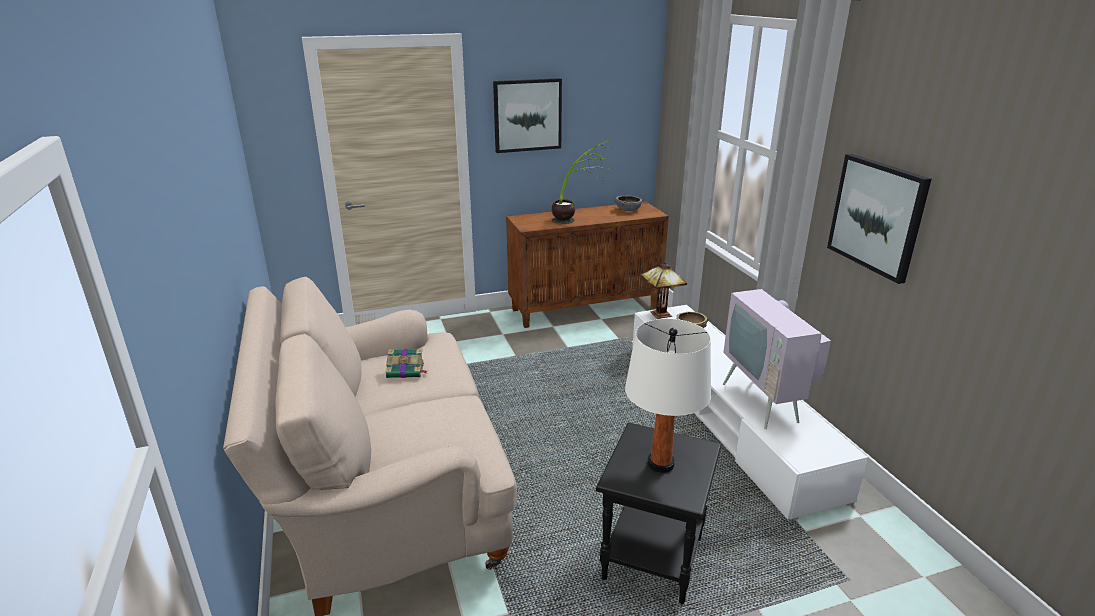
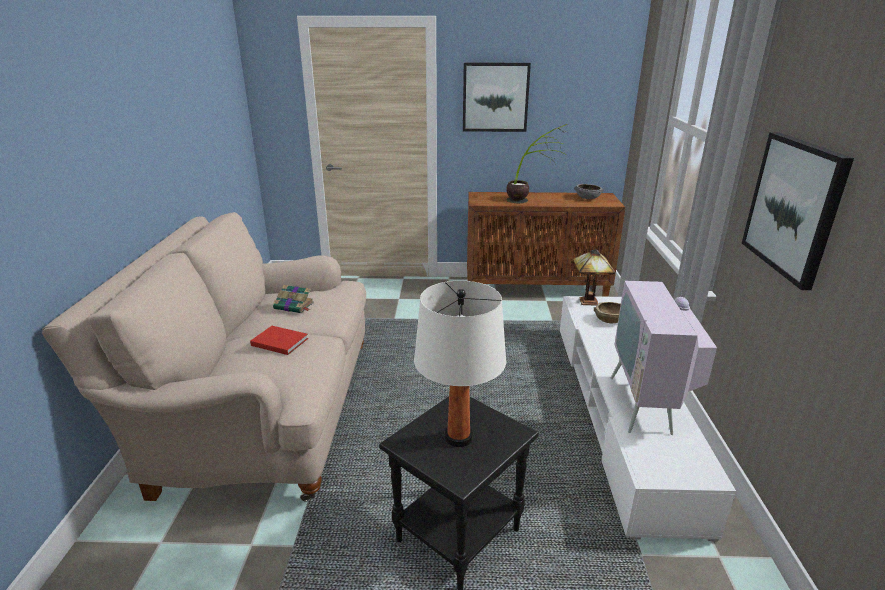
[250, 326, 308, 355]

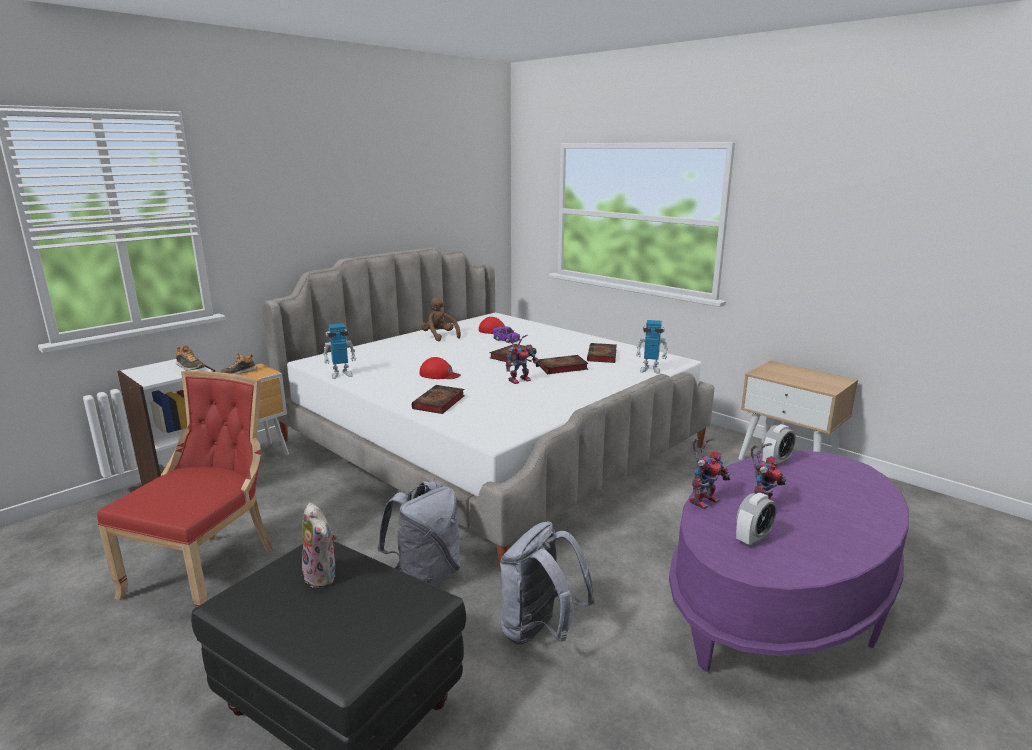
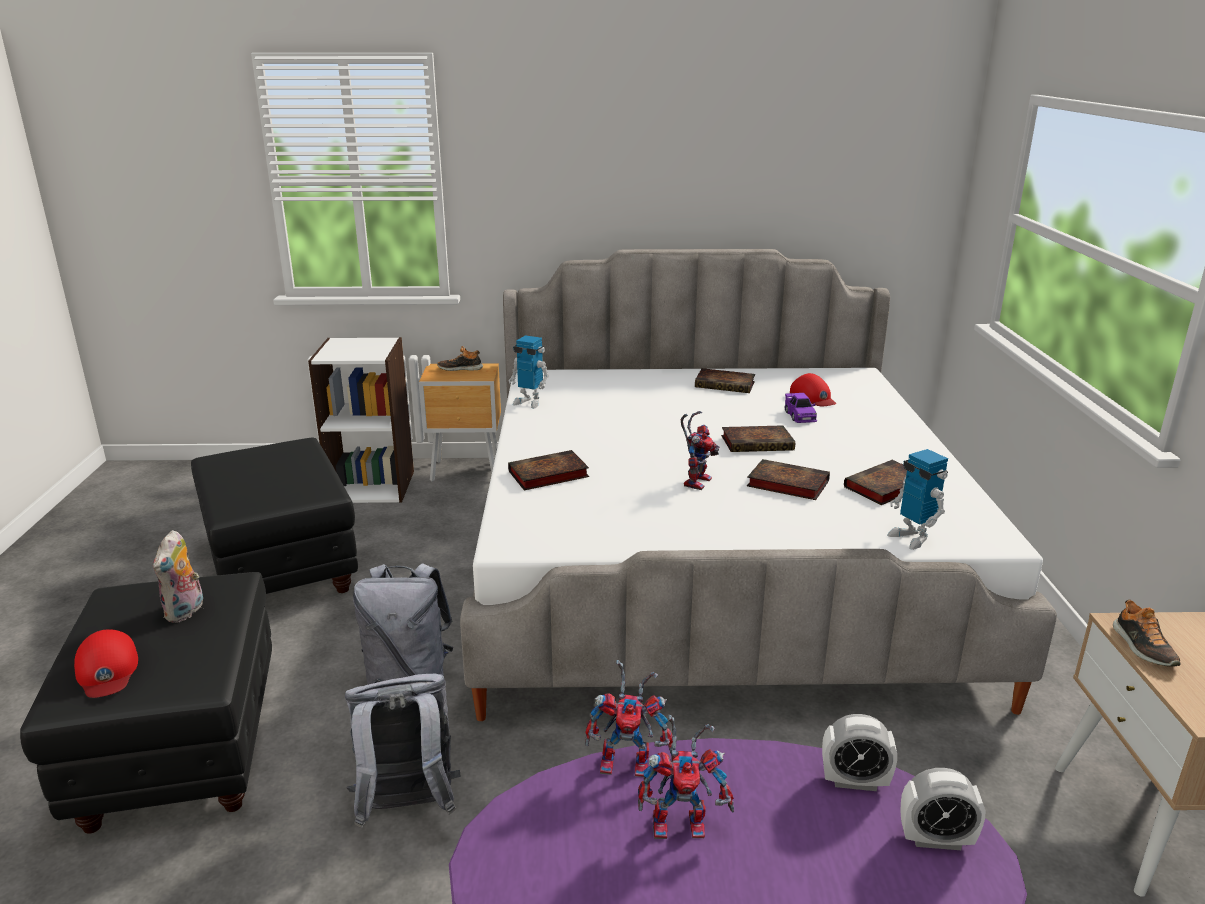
[74, 629, 138, 698]
[191, 437, 358, 594]
[681, 411, 719, 490]
[695, 368, 755, 393]
[900, 768, 985, 850]
[1113, 599, 1181, 667]

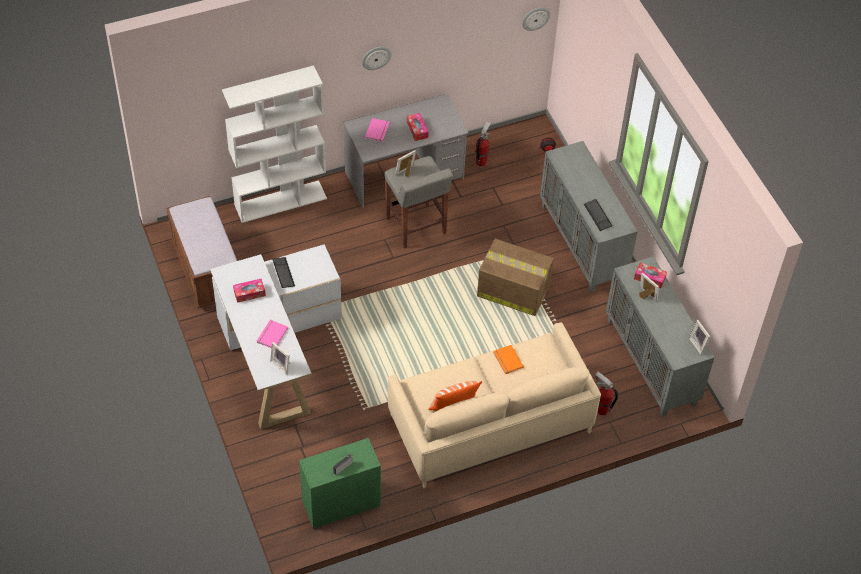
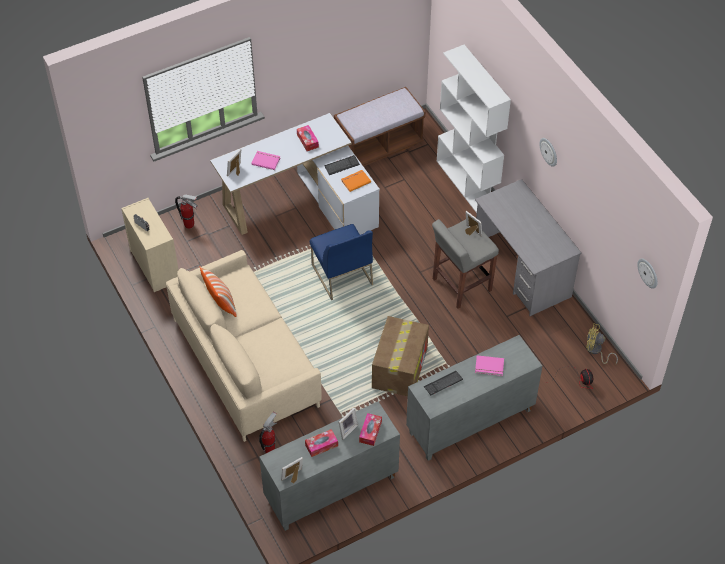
[121, 198, 178, 292]
[175, 195, 198, 229]
[305, 429, 338, 457]
[310, 224, 373, 300]
[341, 170, 371, 192]
[475, 355, 504, 376]
[586, 323, 618, 365]

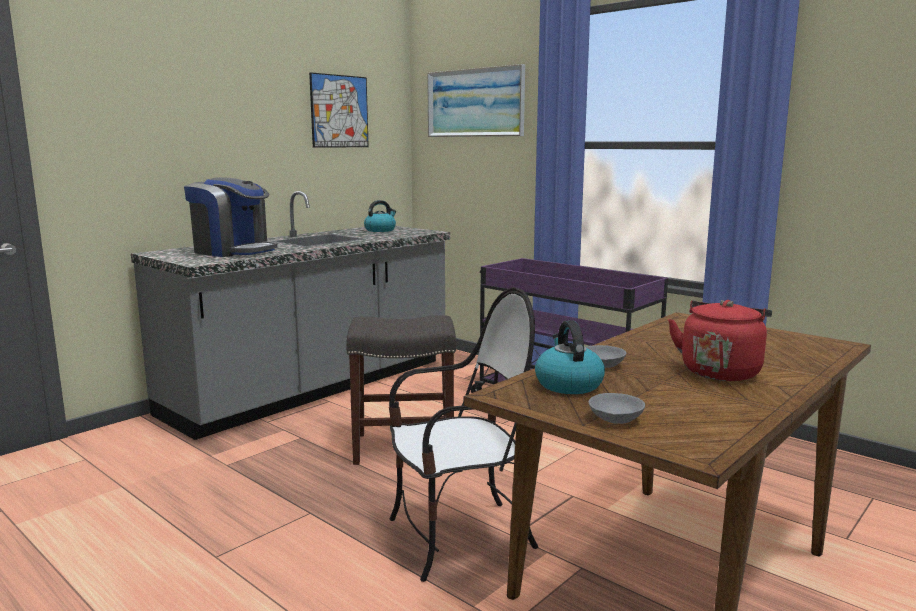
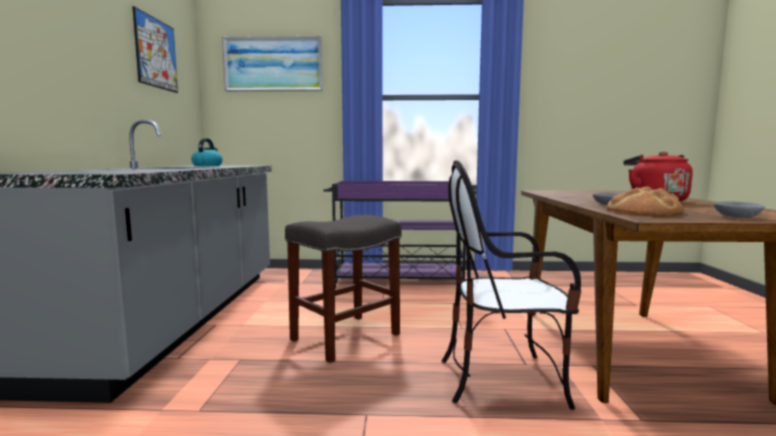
[442, 160, 581, 410]
[606, 186, 684, 215]
[184, 177, 277, 257] (first image)

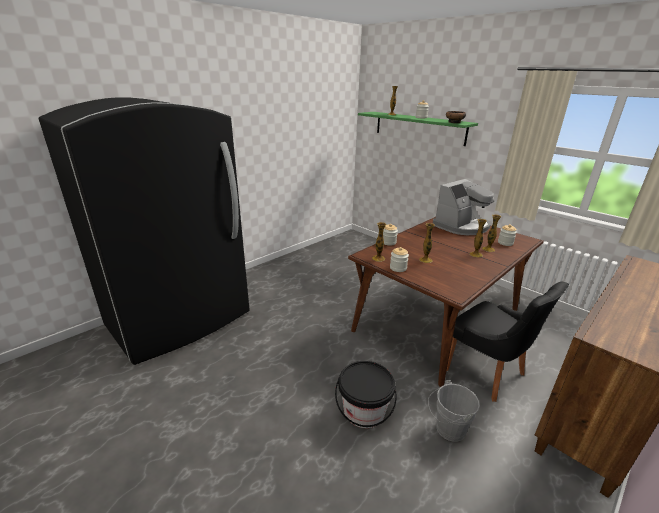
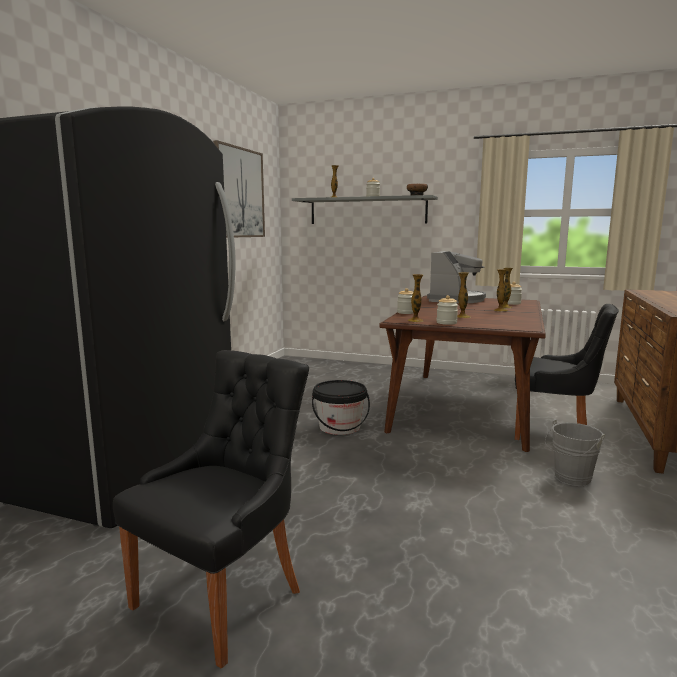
[113, 350, 309, 668]
[213, 140, 265, 238]
[292, 195, 438, 224]
[312, 380, 370, 435]

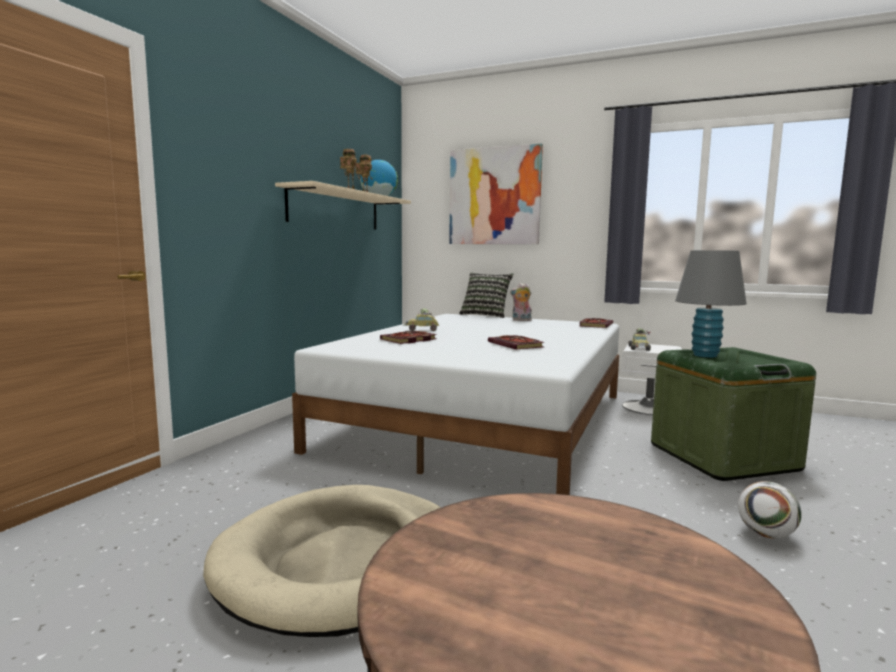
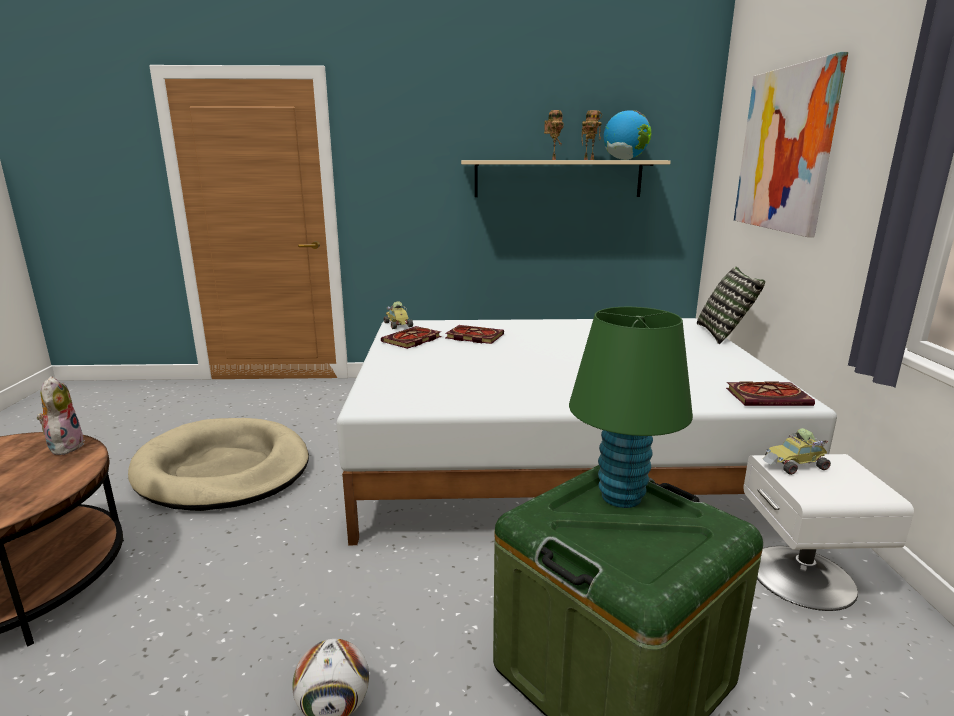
[37, 376, 85, 455]
[381, 326, 442, 349]
[384, 301, 413, 329]
[569, 307, 693, 508]

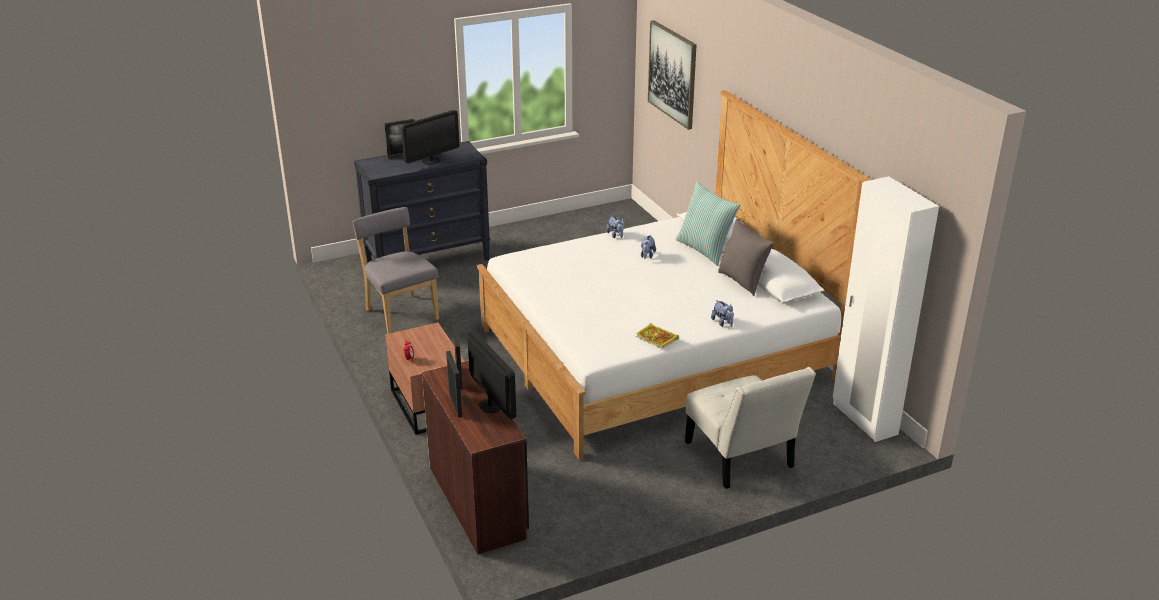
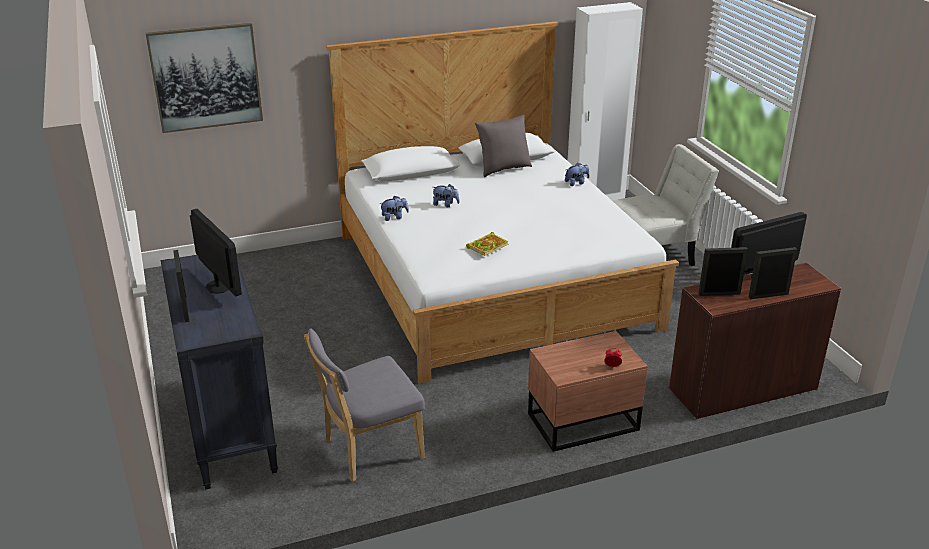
[466, 232, 509, 256]
[676, 182, 740, 266] (first image)

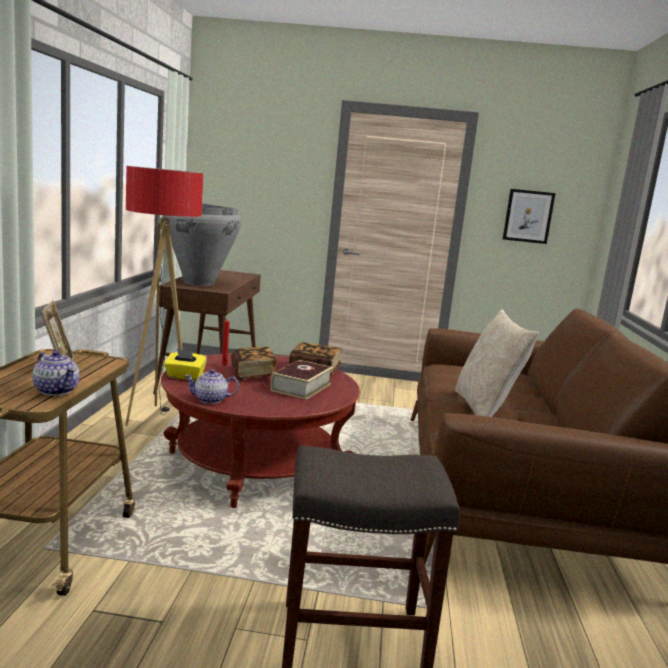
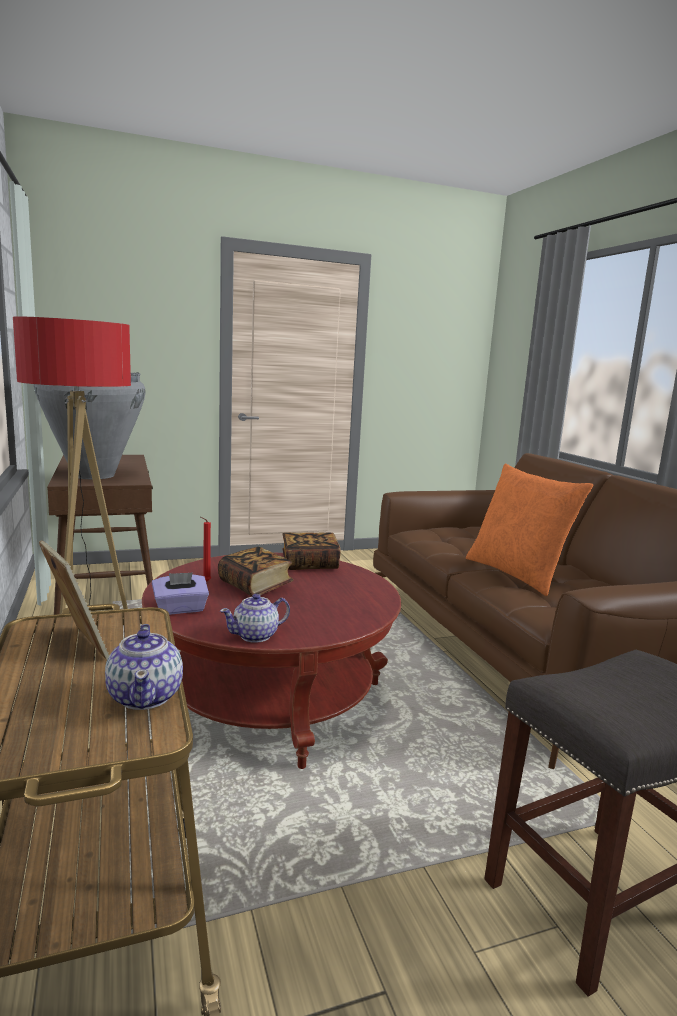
[105, 624, 183, 710]
[152, 572, 209, 615]
[466, 464, 593, 596]
[270, 360, 333, 400] (first image)
[503, 189, 556, 244] (first image)

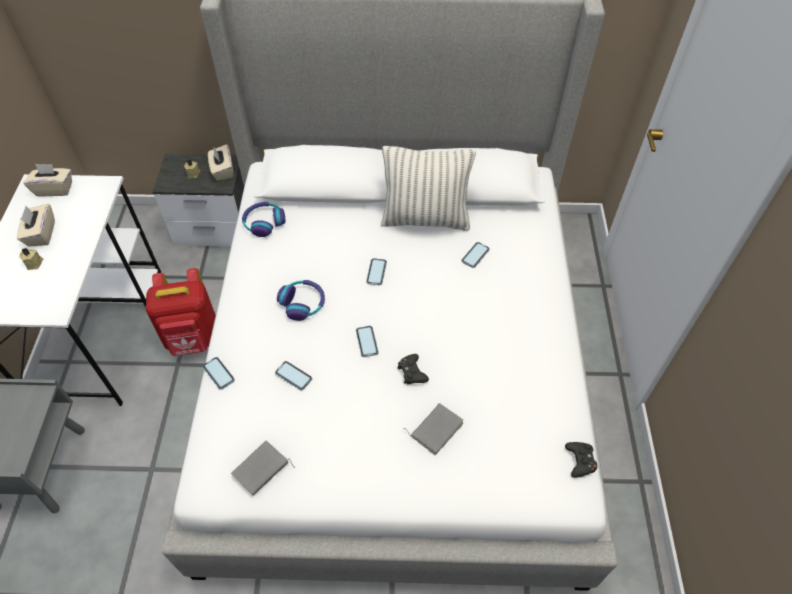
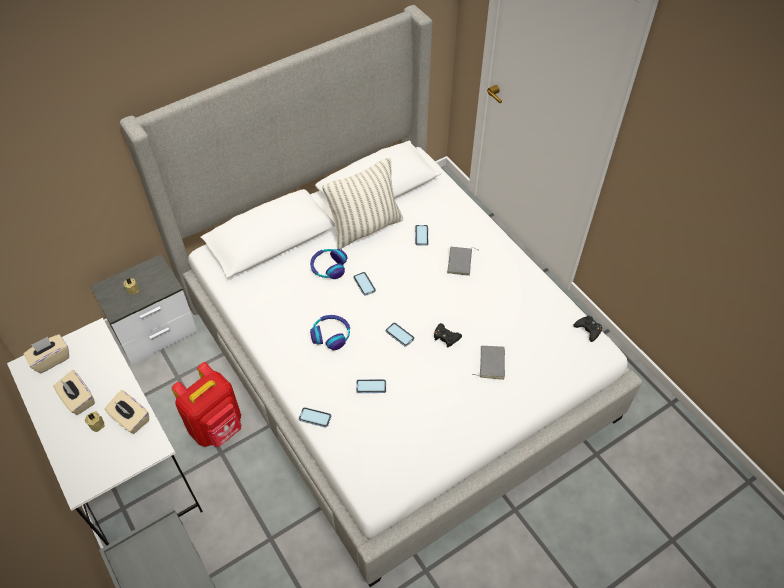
[105, 390, 149, 434]
[310, 249, 348, 279]
[447, 247, 478, 276]

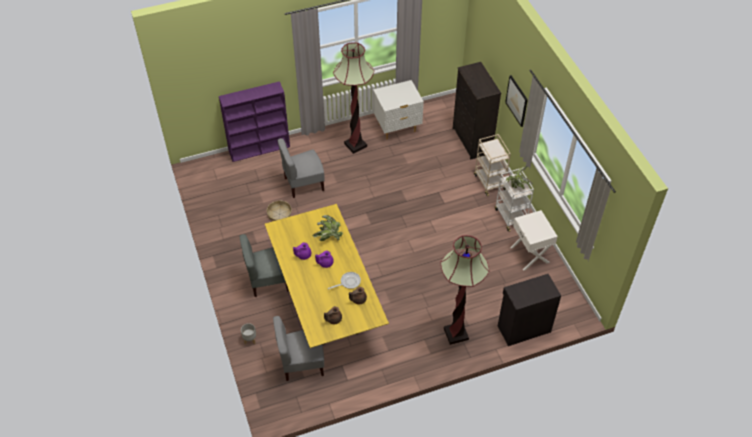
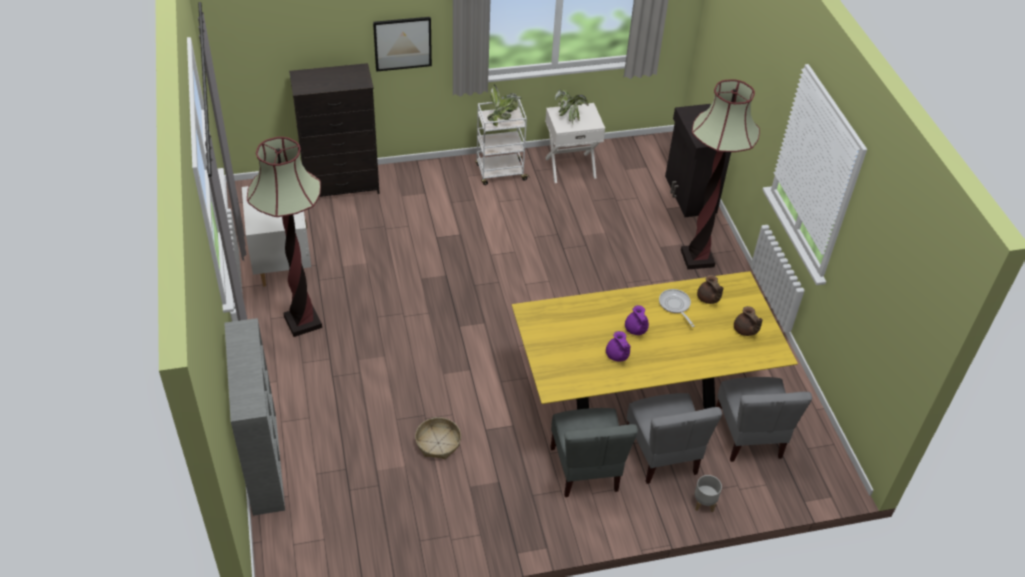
[224, 318, 285, 516]
[555, 90, 589, 124]
[627, 393, 722, 484]
[474, 134, 511, 196] (first image)

